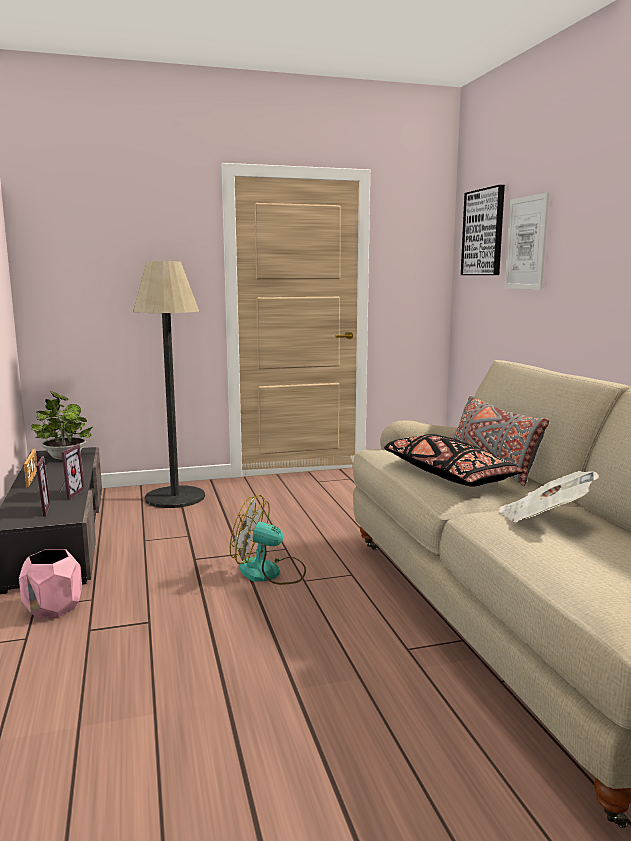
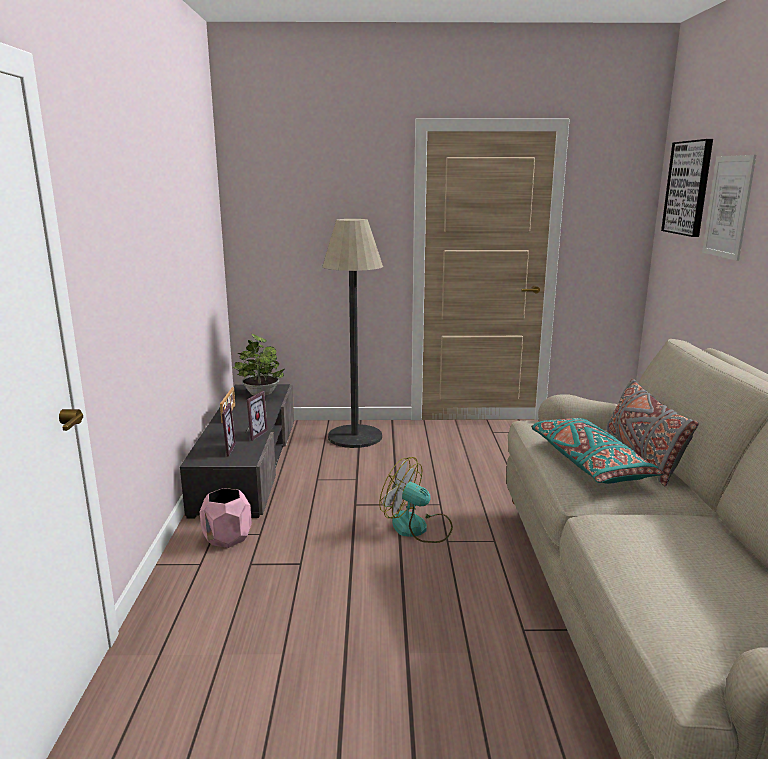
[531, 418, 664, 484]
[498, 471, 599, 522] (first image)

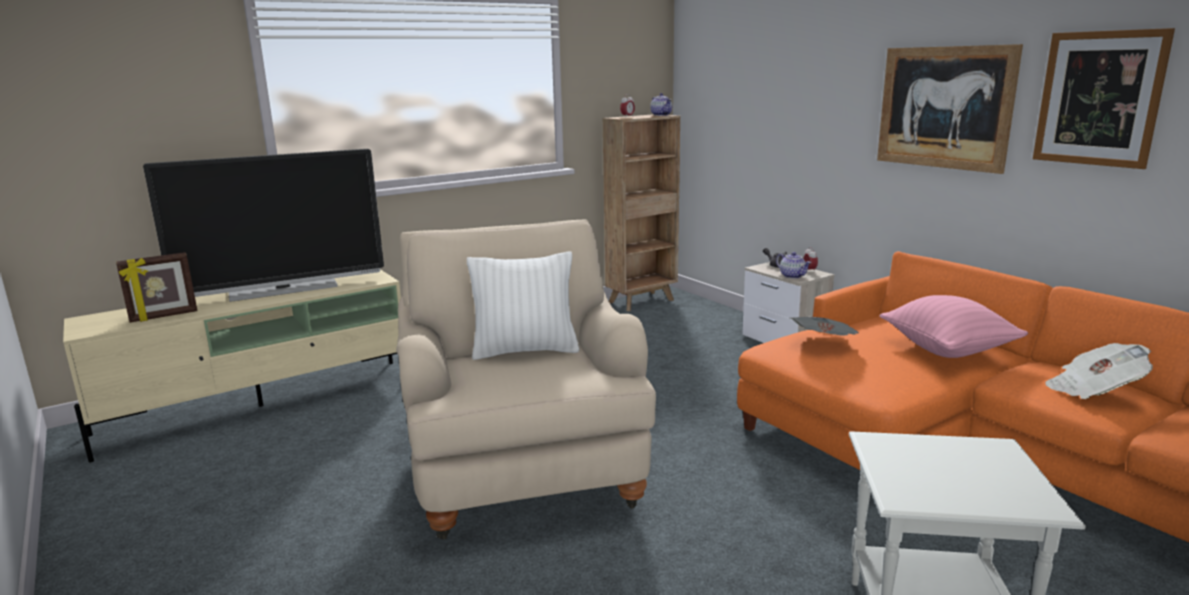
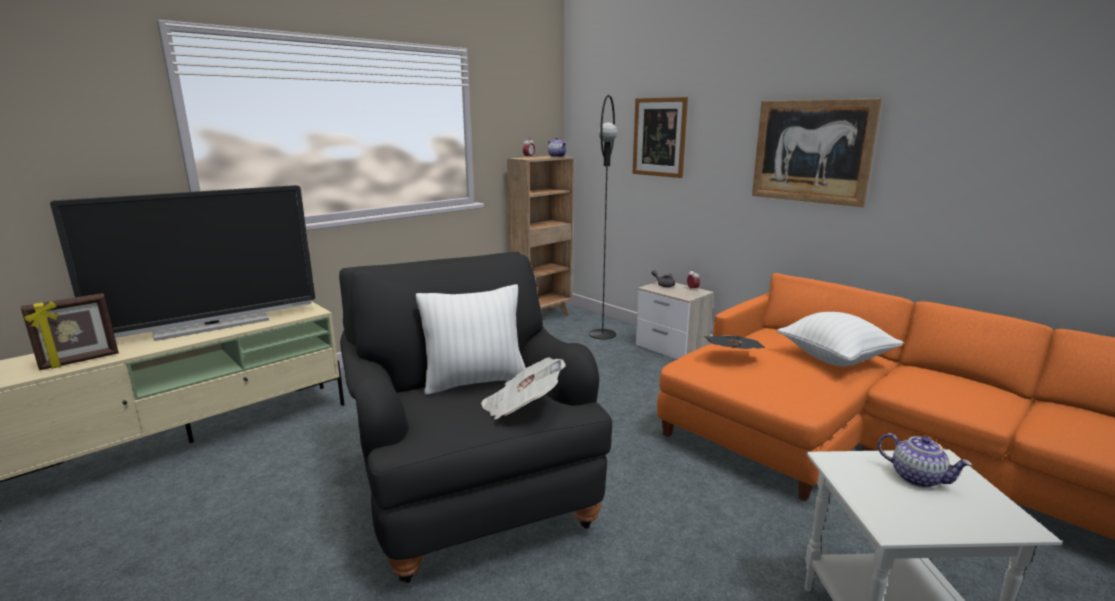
[339, 252, 612, 583]
[481, 357, 566, 419]
[589, 95, 617, 340]
[633, 97, 688, 178]
[777, 312, 904, 366]
[878, 433, 972, 488]

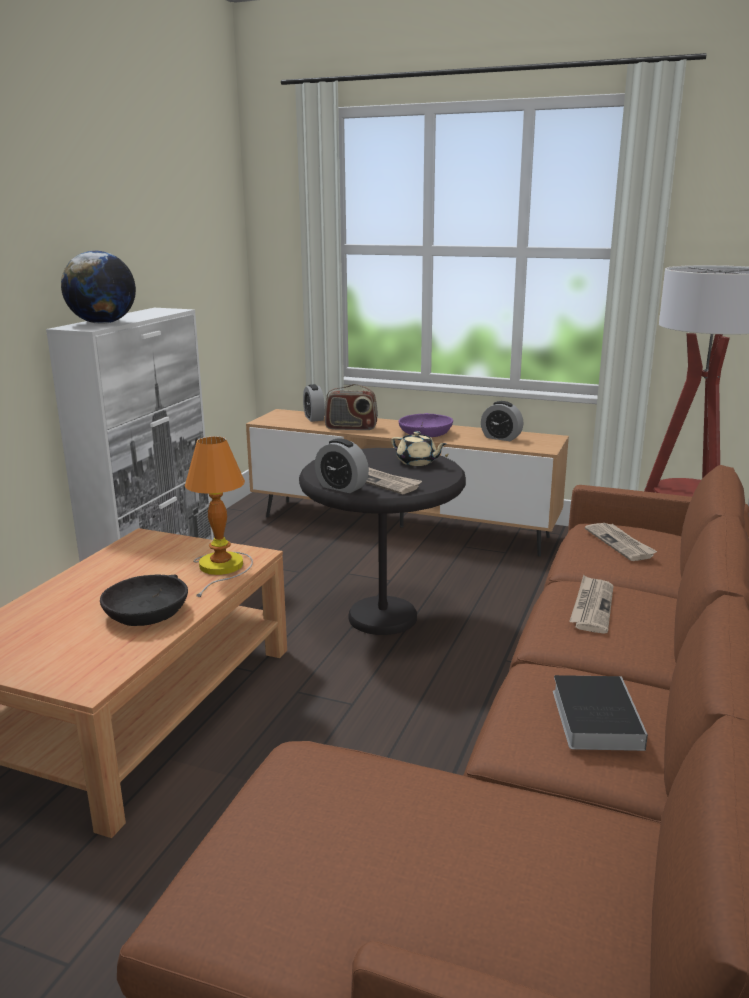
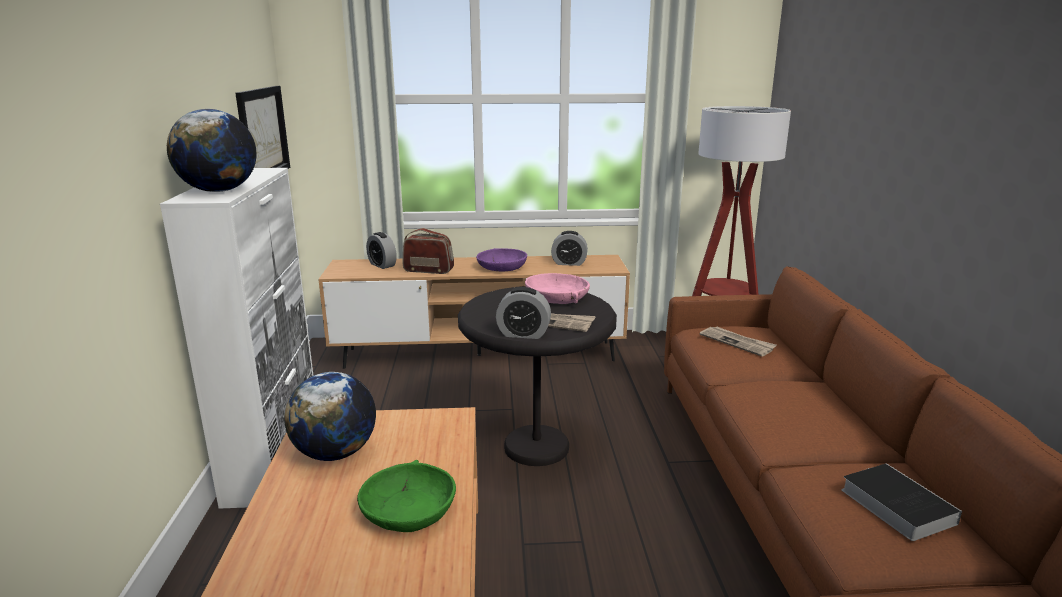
[235, 86, 290, 169]
[284, 372, 376, 461]
[357, 460, 456, 532]
[402, 228, 454, 274]
[525, 273, 590, 304]
[185, 436, 253, 597] (first image)
[569, 575, 613, 634] (first image)

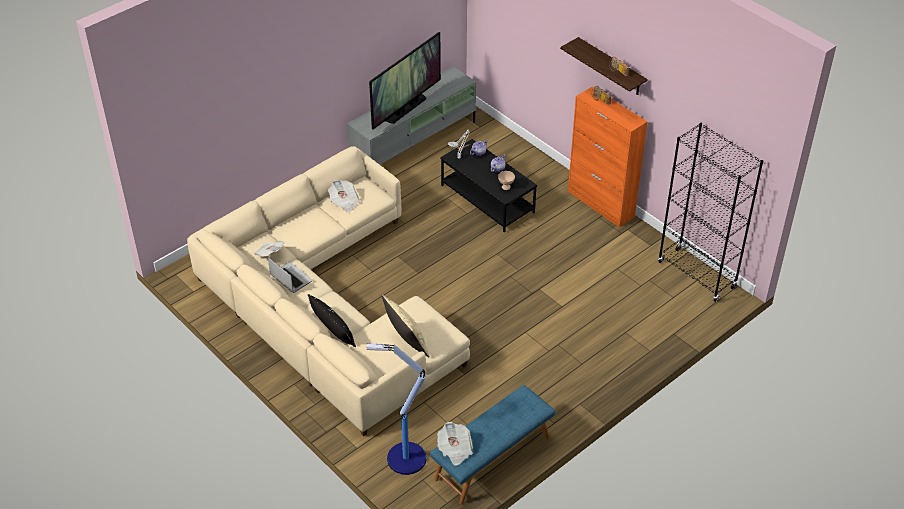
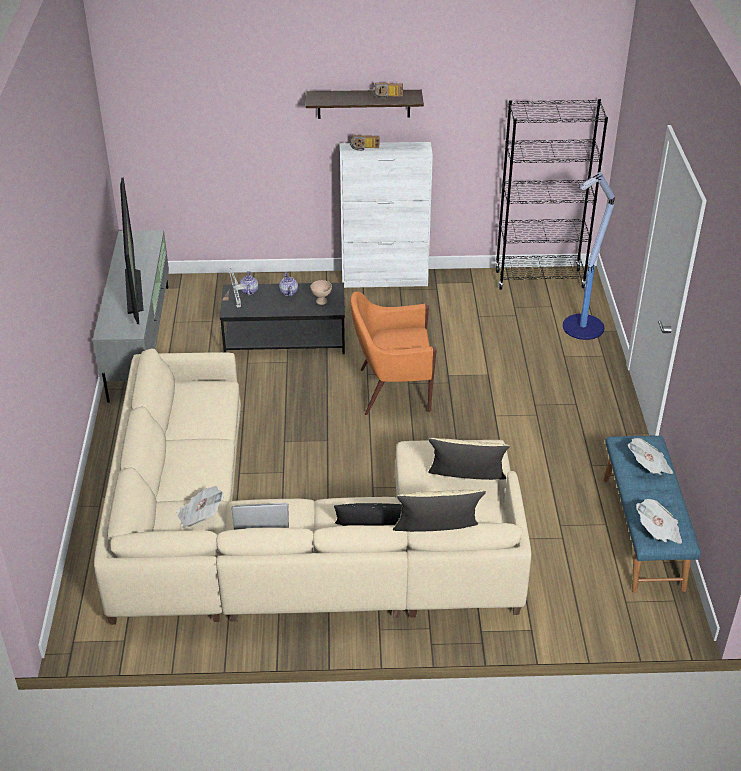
[340, 142, 433, 288]
[350, 292, 437, 415]
[393, 490, 486, 532]
[563, 172, 615, 340]
[628, 438, 674, 475]

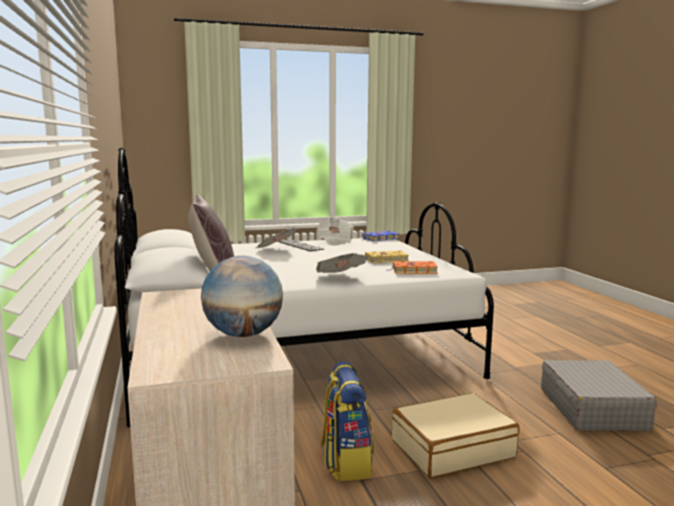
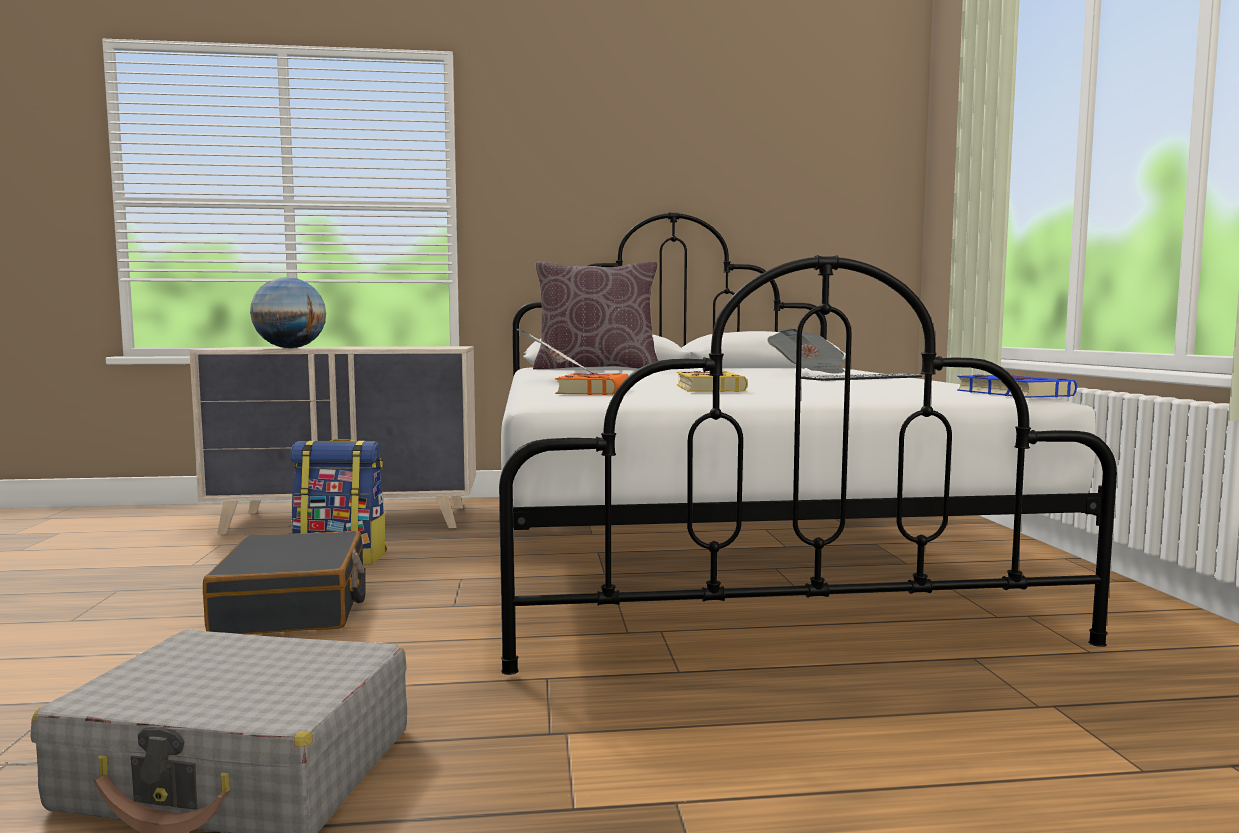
[203, 531, 366, 634]
[316, 217, 354, 246] (first image)

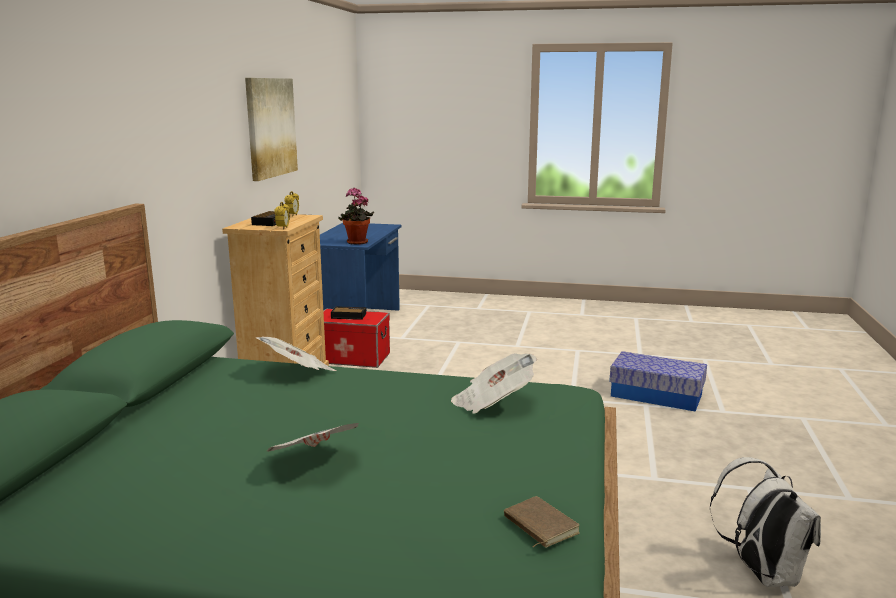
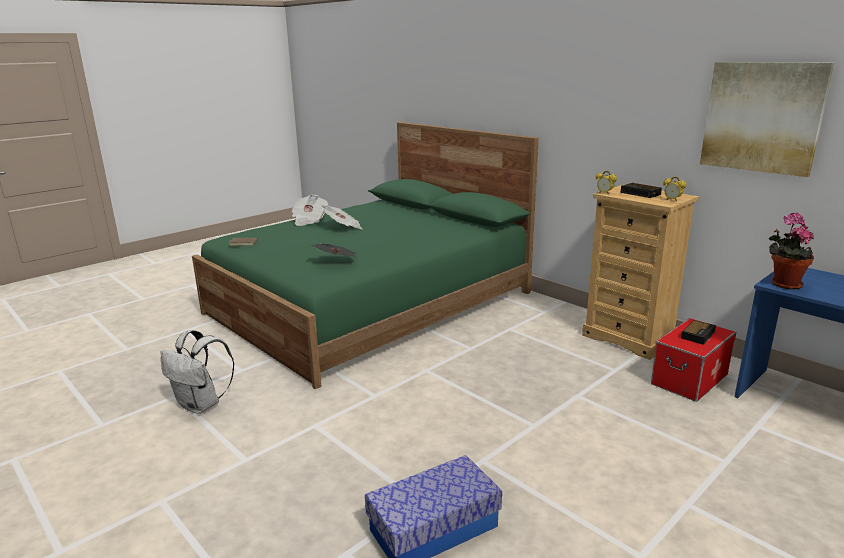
[292, 195, 328, 226]

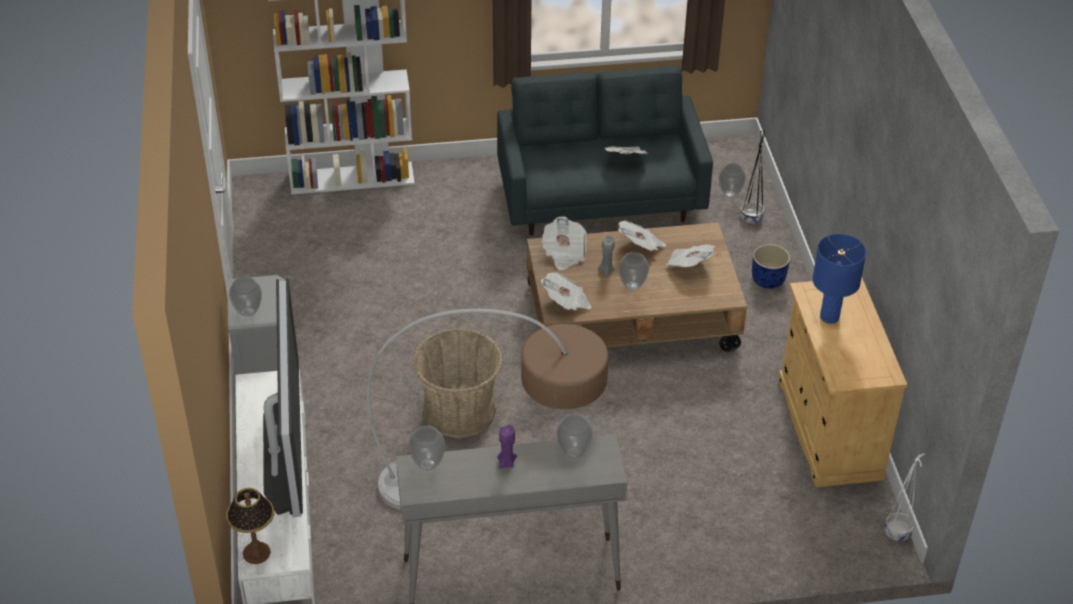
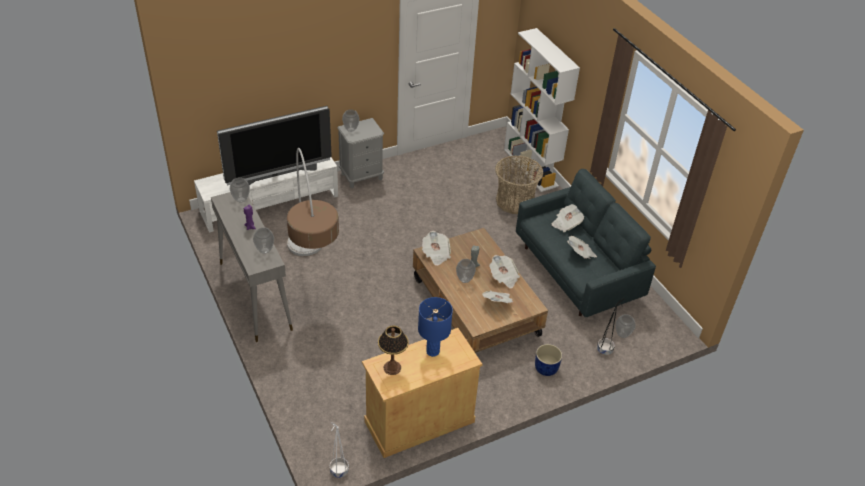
[378, 325, 409, 375]
[495, 155, 543, 214]
[552, 204, 584, 232]

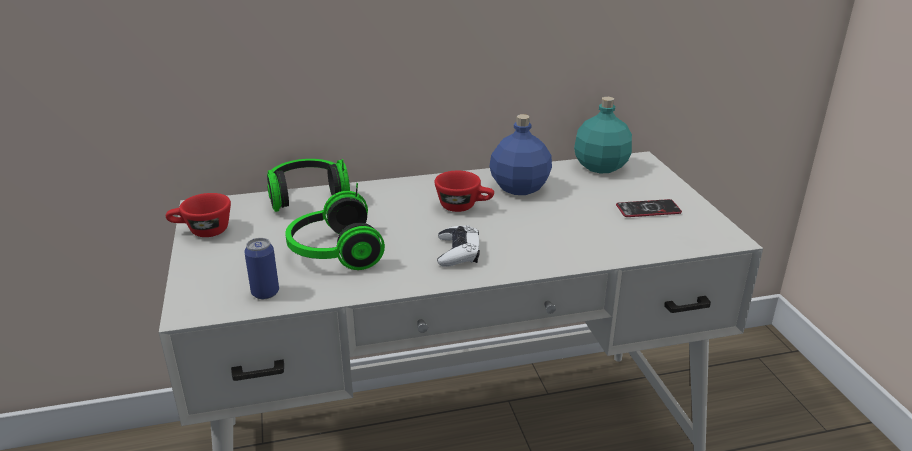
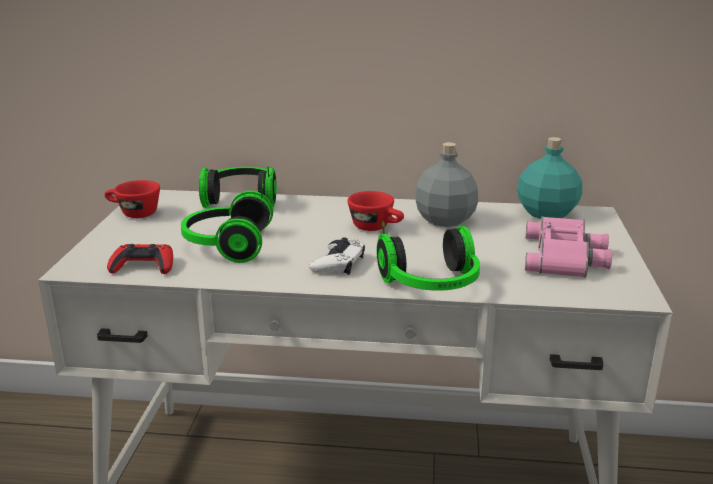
[107, 244, 173, 274]
[377, 221, 480, 291]
[415, 142, 478, 227]
[525, 216, 612, 278]

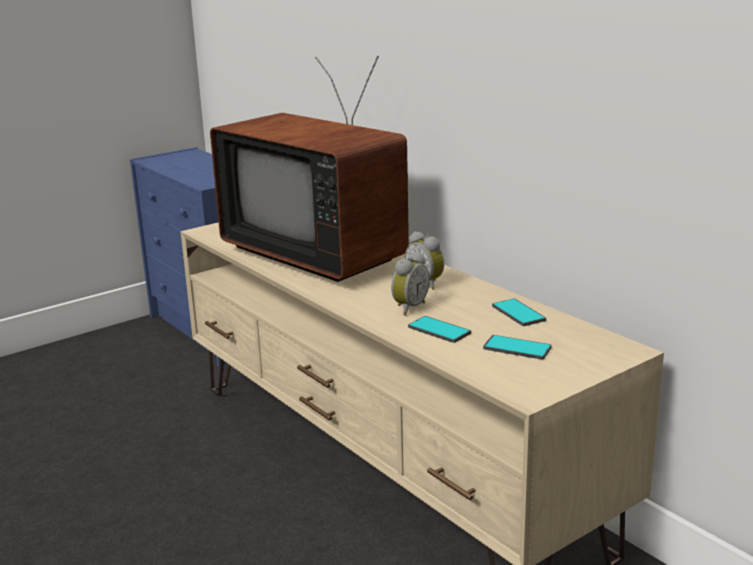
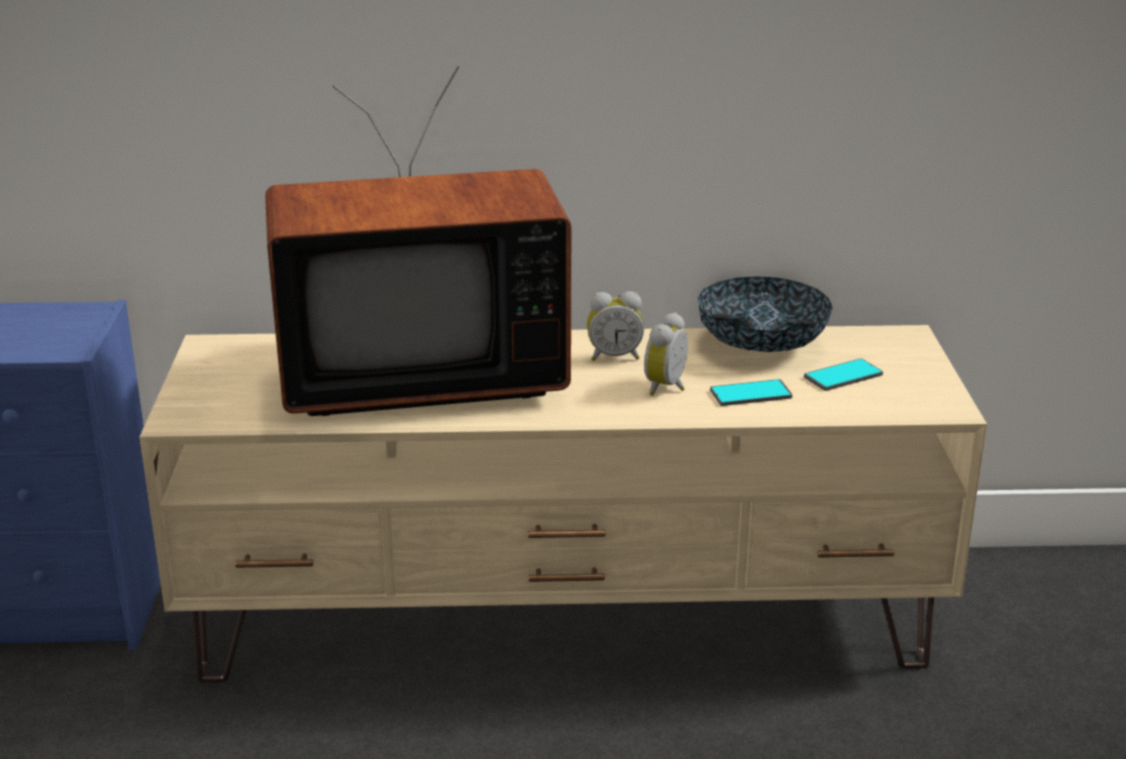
[644, 312, 688, 396]
[698, 276, 833, 352]

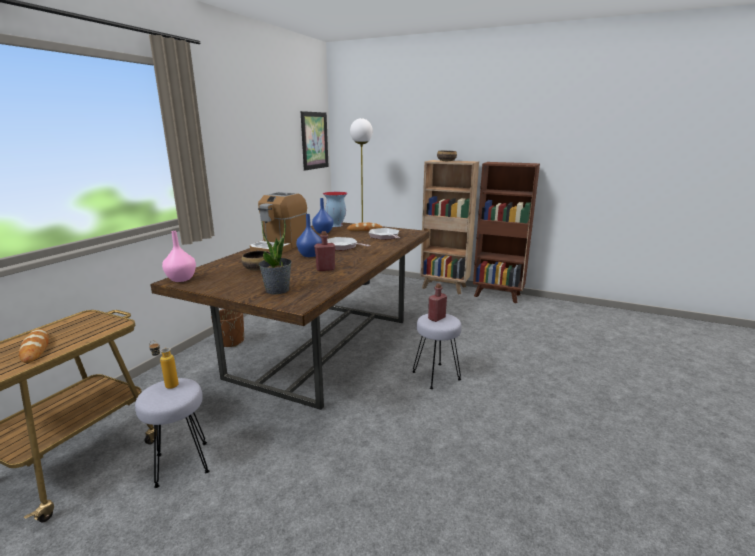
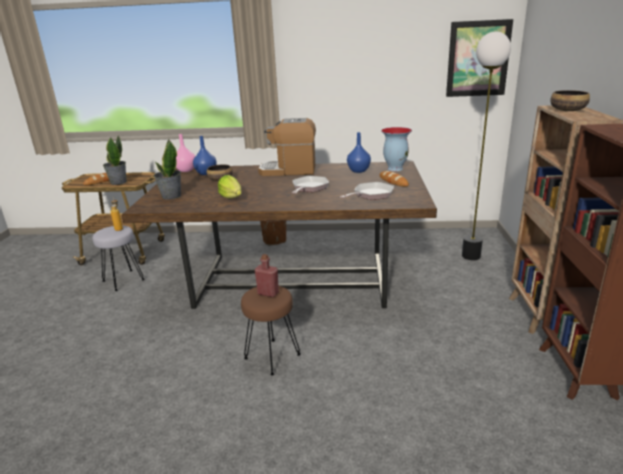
[103, 135, 127, 185]
[193, 136, 217, 175]
[218, 175, 242, 198]
[241, 286, 301, 376]

